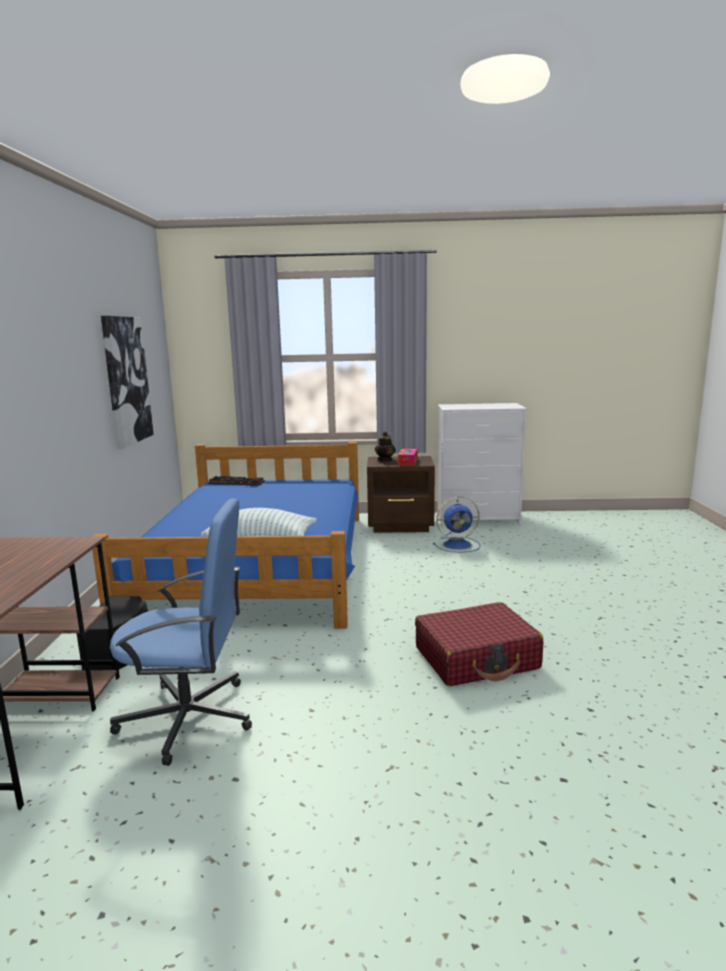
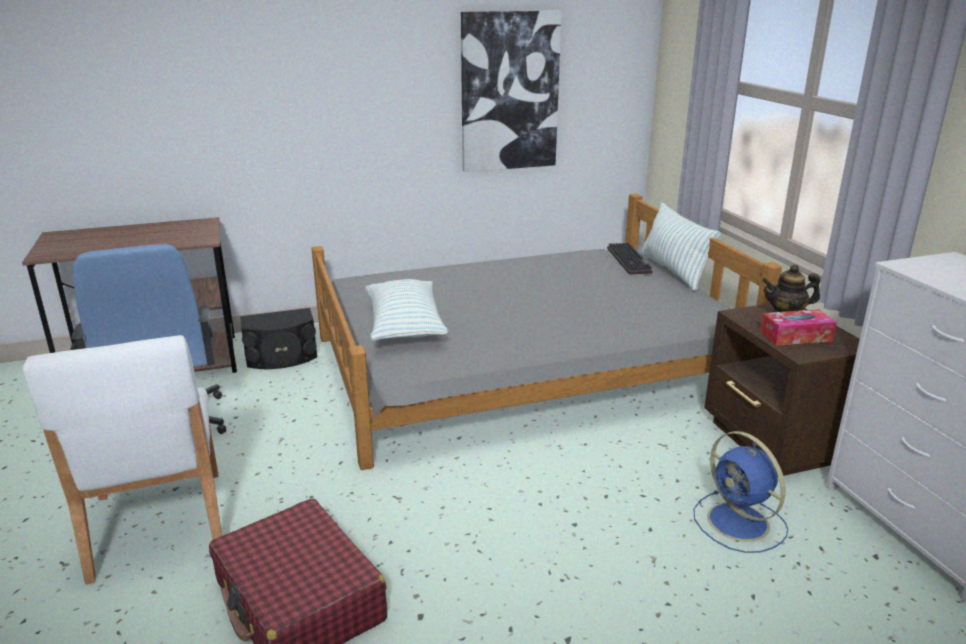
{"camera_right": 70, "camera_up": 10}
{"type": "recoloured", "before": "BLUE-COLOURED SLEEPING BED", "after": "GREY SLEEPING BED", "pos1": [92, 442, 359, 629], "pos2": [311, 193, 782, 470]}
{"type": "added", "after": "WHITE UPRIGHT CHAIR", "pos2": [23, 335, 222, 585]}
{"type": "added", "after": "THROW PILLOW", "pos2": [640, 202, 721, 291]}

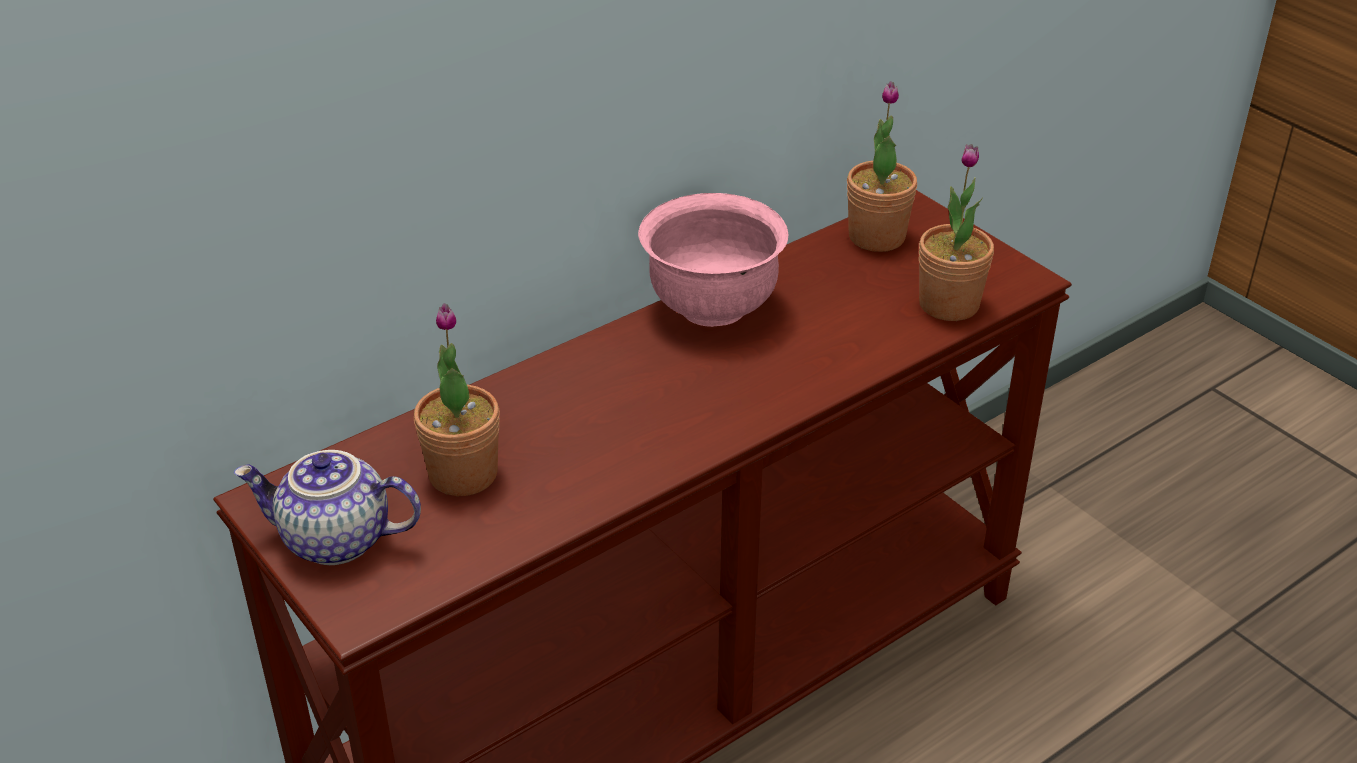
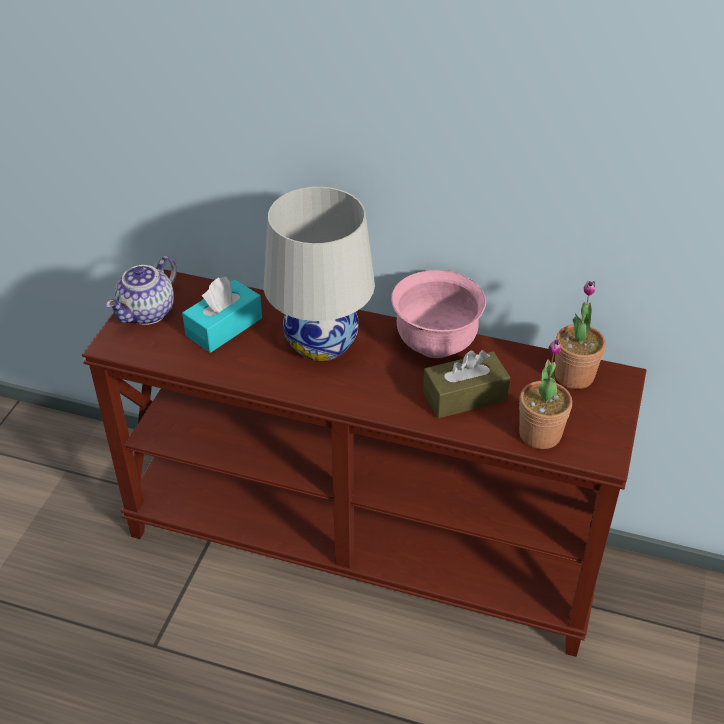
{"camera_right": 55, "camera_up": 5}
{"type": "turned", "before": "TEA POT", "pos1": [234, 450, 421, 565], "pos2": [106, 256, 177, 325], "turn": -120}
{"type": "replaced", "before": "POTTED PLANT", "after": "TURQUOISE-COLOURED TISSUE BOX", "pos1": [414, 303, 500, 496], "pos2": [182, 277, 262, 353]}
{"type": "added", "after": "WHITE TABLETOP LAMP", "pos2": [264, 187, 375, 361]}
{"type": "added", "after": "BROWN-COLOURED TISSUE BOX", "pos2": [423, 350, 510, 418]}

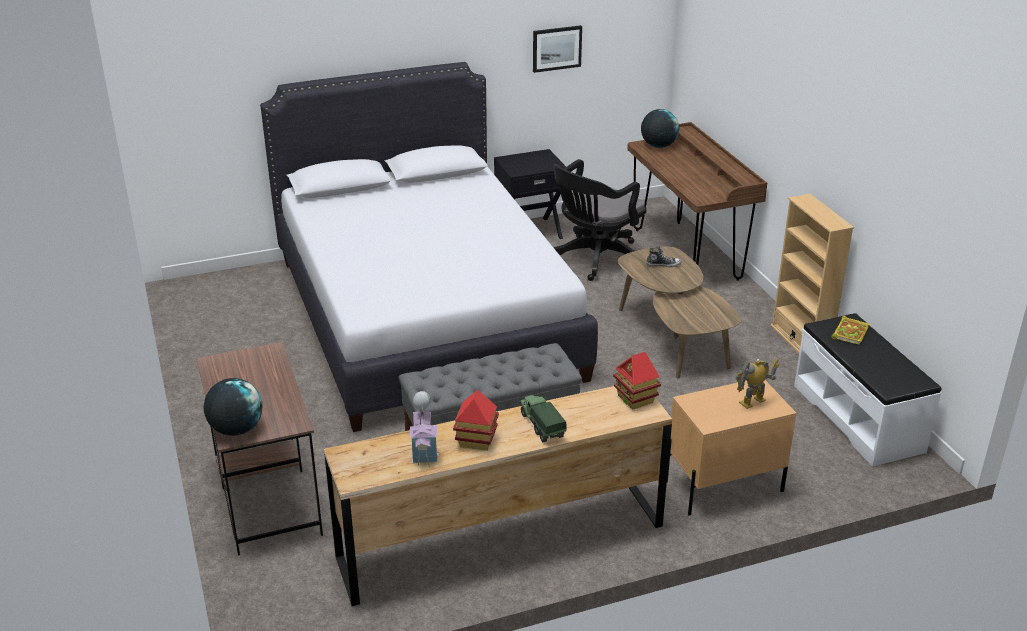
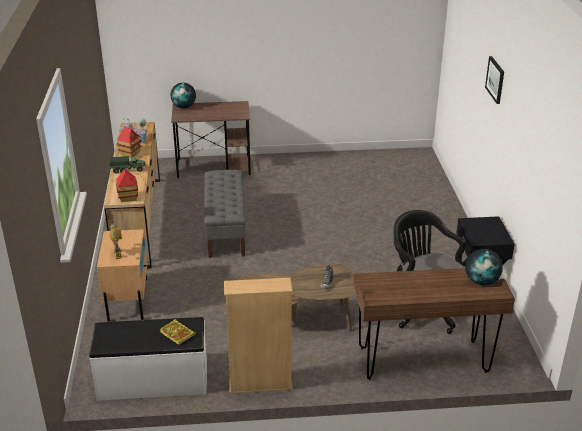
{"camera_right": 105, "camera_up": 0}
{"type": "removed", "before": "WHITE SLEEPING BED", "pos1": [260, 62, 598, 432]}
{"type": "moved", "before": "WALL ART", "pos1": [533, 25, 582, 73], "pos2": [485, 56, 504, 104]}

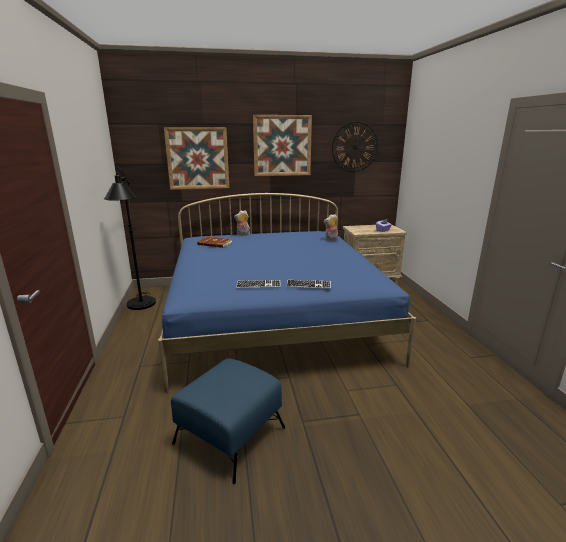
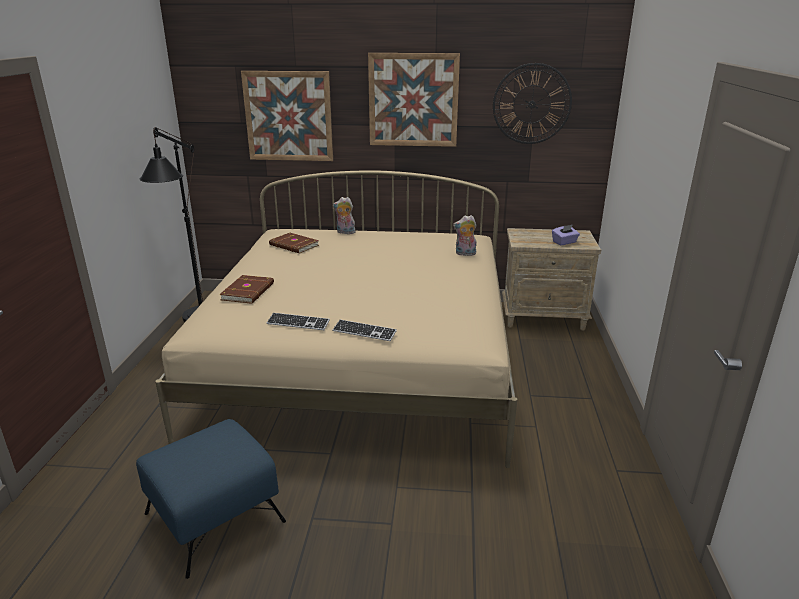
{"camera_right": 15, "camera_up": 5}
{"type": "recoloured", "before": "BLUE-COLOURED SLEEPING BED", "after": "BEIGE SLEEPING BED", "pos1": [158, 193, 416, 393], "pos2": [155, 170, 517, 468]}
{"type": "added", "after": "BROWN-COLOURED VOLUME", "pos2": [219, 275, 274, 304]}

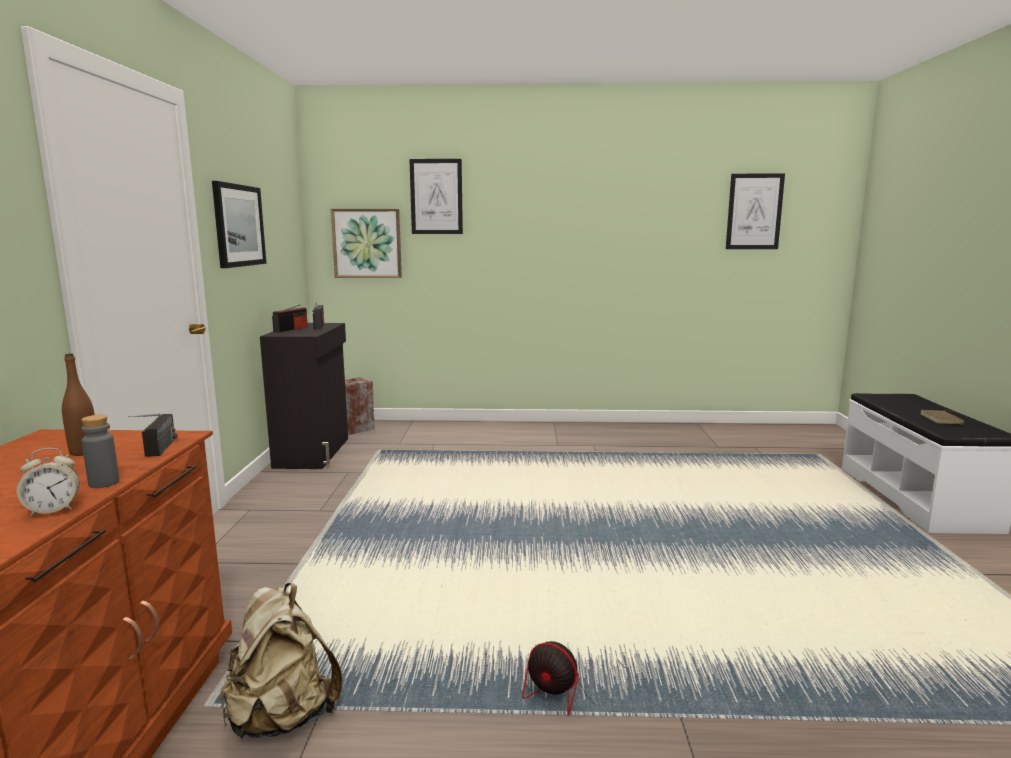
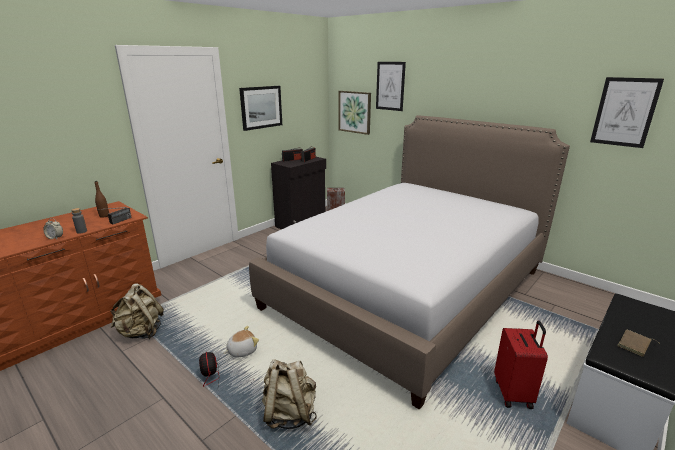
{"camera_right": 40, "camera_up": 10}
{"type": "added", "after": "CUDDLY TOY", "pos2": [224, 326, 259, 358]}
{"type": "added", "after": "SLEEPING BED", "pos2": [249, 115, 570, 410]}
{"type": "added", "after": "BEIGE RUCKSACK", "pos2": [262, 359, 317, 429]}
{"type": "added", "after": "RED TRAVEL CASE", "pos2": [494, 321, 548, 409]}

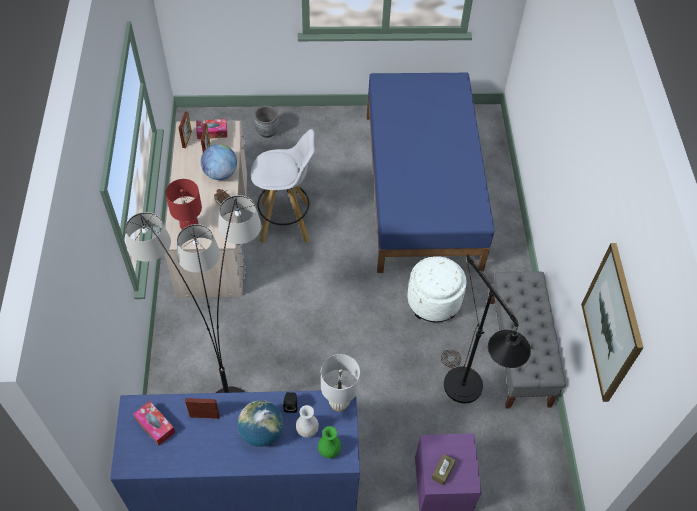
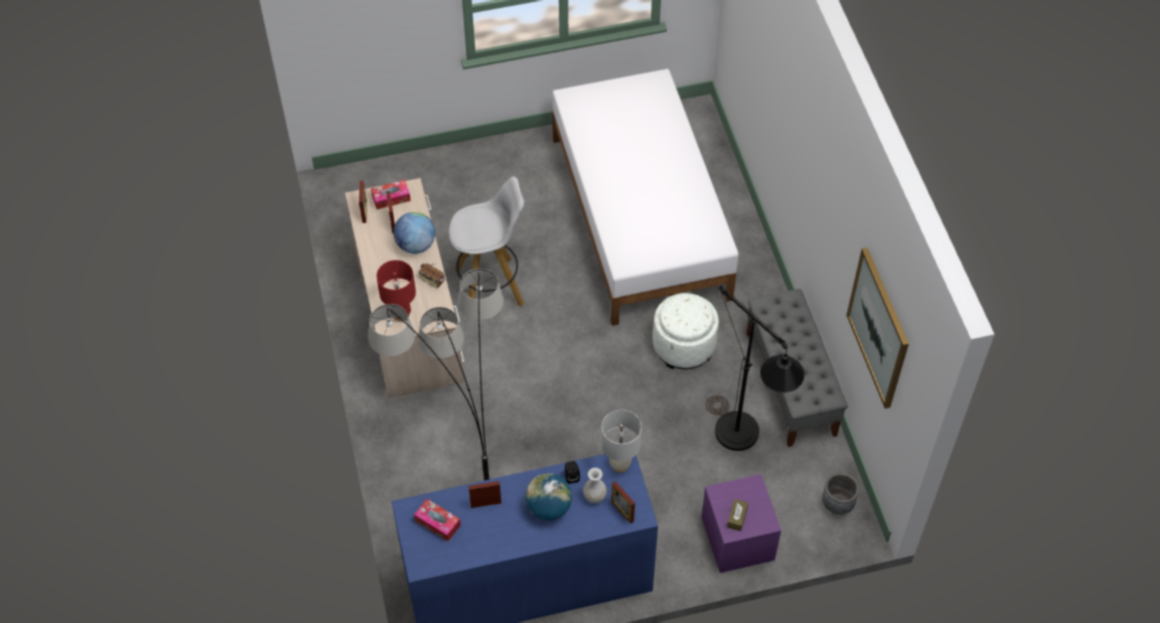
{"camera_right": -10, "camera_up": 0}
{"type": "moved", "before": "GREY PLANTER", "pos1": [254, 106, 279, 138], "pos2": [822, 473, 859, 515]}
{"type": "replaced", "before": "GREEN-COLOURED DECORATIVE VASE", "after": "PHOTO FRAME", "pos1": [318, 426, 341, 458], "pos2": [611, 481, 635, 523]}
{"type": "recoloured", "before": "BLUE-COLOURED SLEEPING BED", "after": "WHITE SLEEPING BED", "pos1": [367, 73, 495, 273], "pos2": [552, 69, 739, 326]}

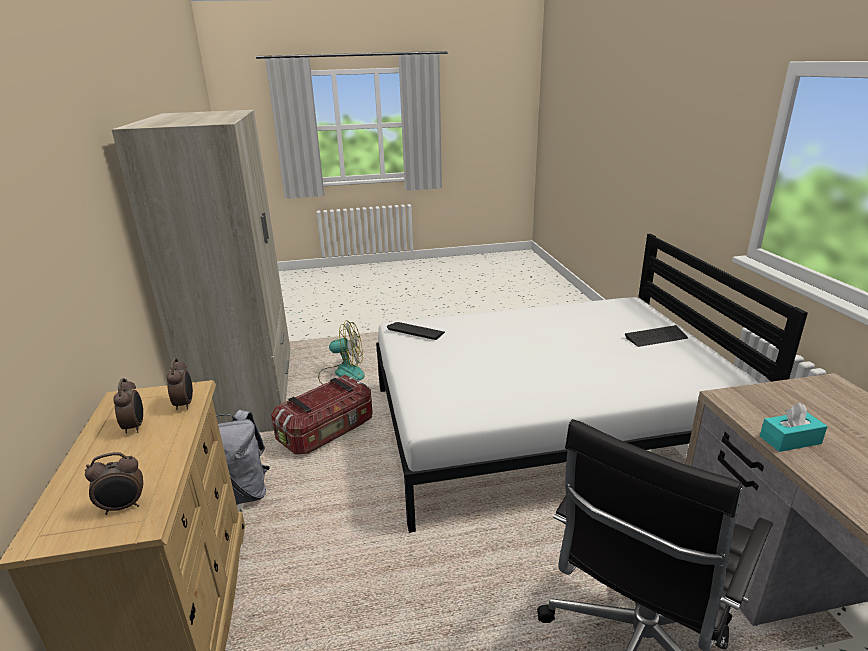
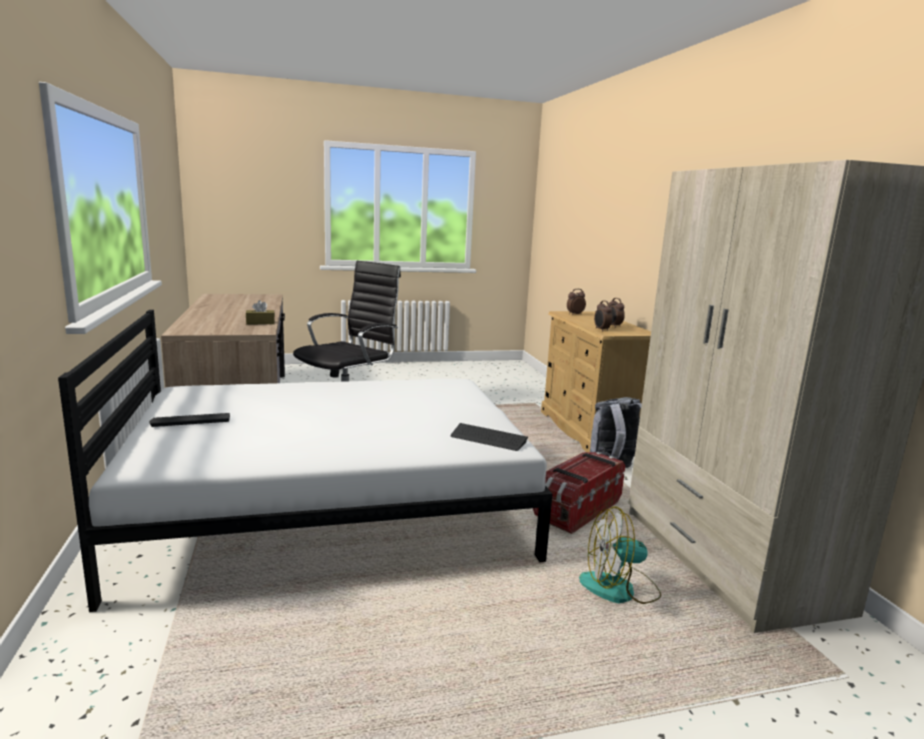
{"camera_right": 175, "camera_up": -10}
{"type": "recoloured", "before": "TURQUOISE-COLOURED TISSUE BOX", "after": "BROWN-COLOURED TISSUE BOX", "pos1": [760, 403, 828, 452], "pos2": [246, 300, 275, 324]}

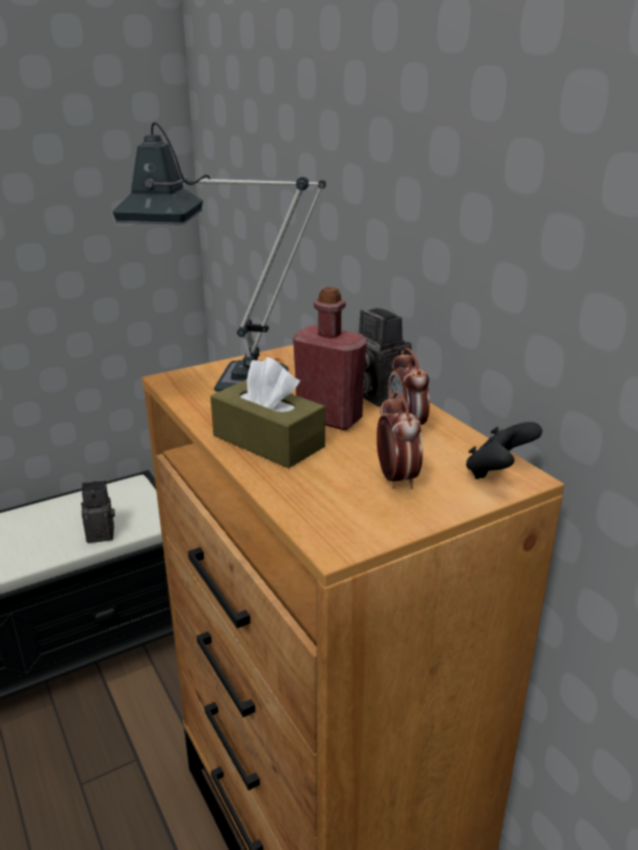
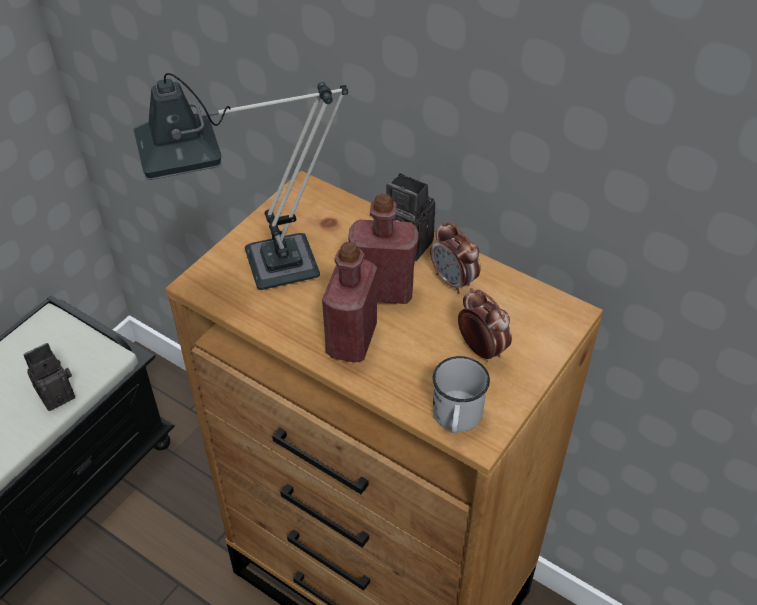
{"camera_right": -25, "camera_up": 20}
{"type": "replaced", "before": "BROWN-COLOURED TISSUE BOX", "after": "RED DRINK BOTTLE", "pos1": [210, 357, 325, 468], "pos2": [322, 242, 377, 363]}
{"type": "removed", "before": "BLACK-COLOURED JOYPAD", "pos1": [466, 422, 542, 479]}
{"type": "added", "after": "WHITE COFFEE MUG", "pos2": [433, 356, 490, 433]}

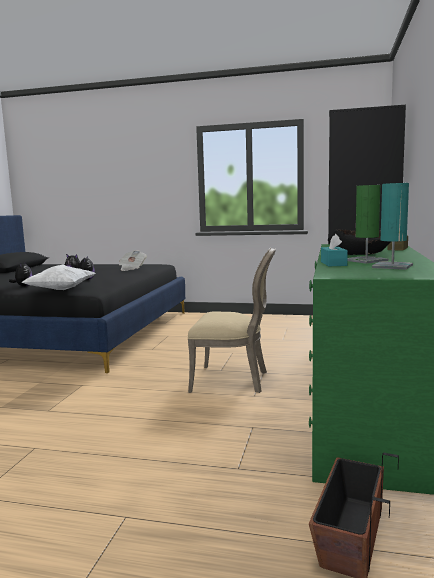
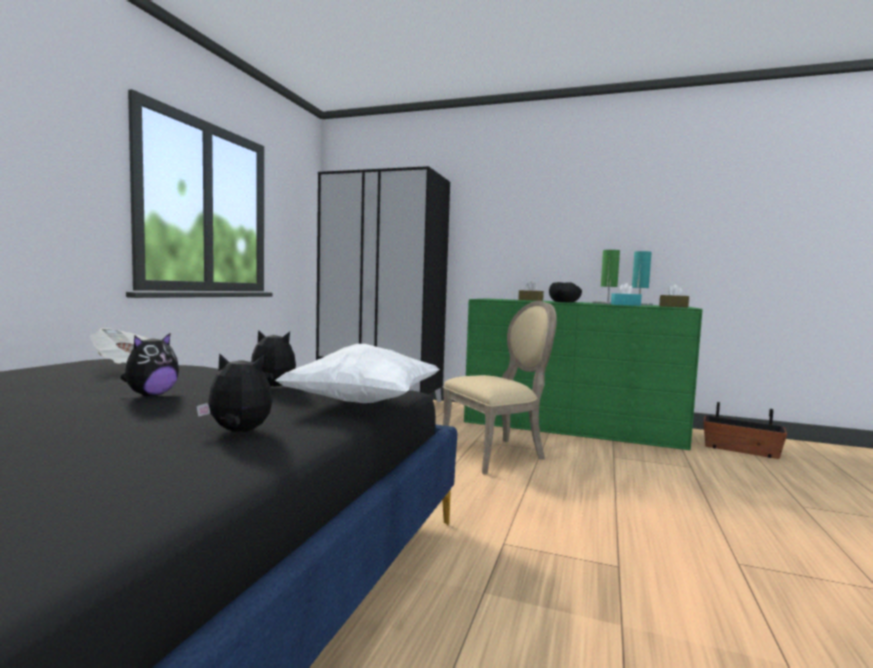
{"camera_right": -85, "camera_up": -5}
{"type": "turned", "before": "BEIGE UPRIGHT CHAIR", "pos1": [188, 247, 276, 393], "pos2": [443, 301, 557, 475], "turn": 45}
{"type": "added", "after": "BROWN-COLOURED TISSUE BOX", "pos2": [659, 284, 689, 308]}

